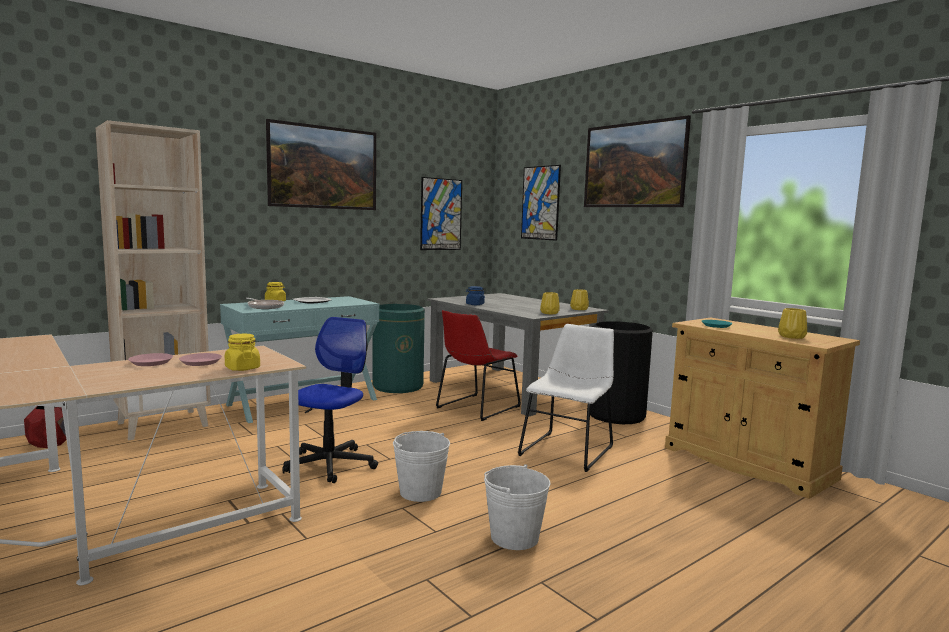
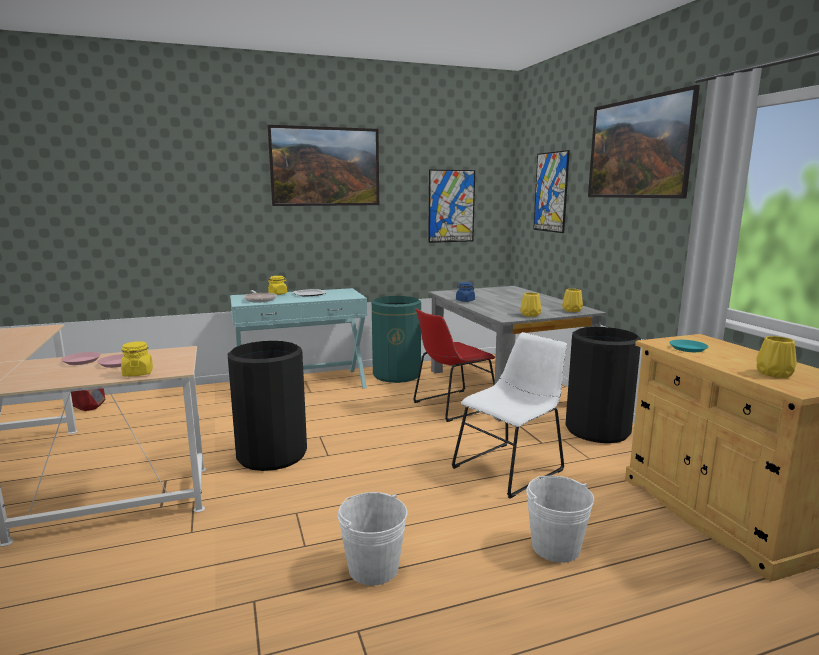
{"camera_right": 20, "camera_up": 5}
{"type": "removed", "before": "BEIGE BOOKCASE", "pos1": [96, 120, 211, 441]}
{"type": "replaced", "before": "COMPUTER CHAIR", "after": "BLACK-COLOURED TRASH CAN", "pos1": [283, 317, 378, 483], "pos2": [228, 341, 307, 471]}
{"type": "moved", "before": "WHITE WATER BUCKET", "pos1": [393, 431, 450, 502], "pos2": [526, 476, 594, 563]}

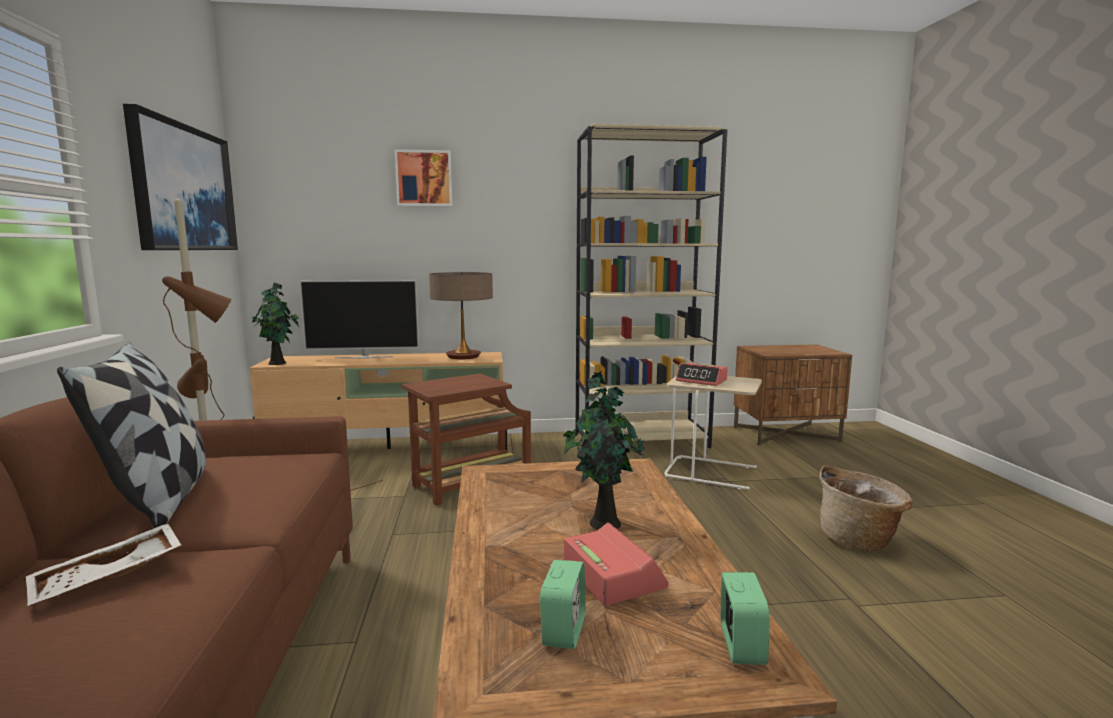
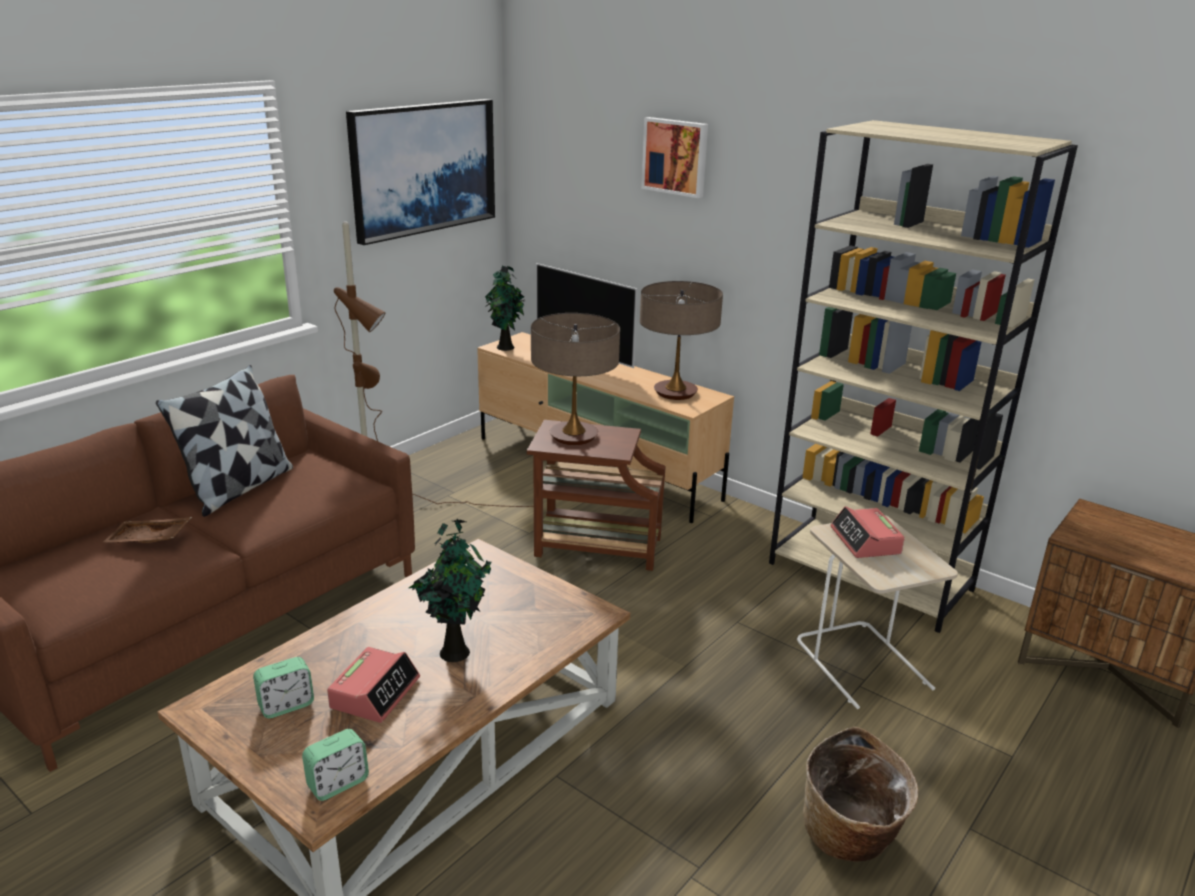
{"camera_right": 45, "camera_up": 15}
{"type": "recoloured", "before": "WHITE TRAY", "after": "BROWN-COLOURED TRAY", "pos1": [26, 523, 182, 606], "pos2": [102, 517, 192, 543]}
{"type": "added", "after": "TABLETOP LAMP", "pos2": [531, 313, 620, 445]}

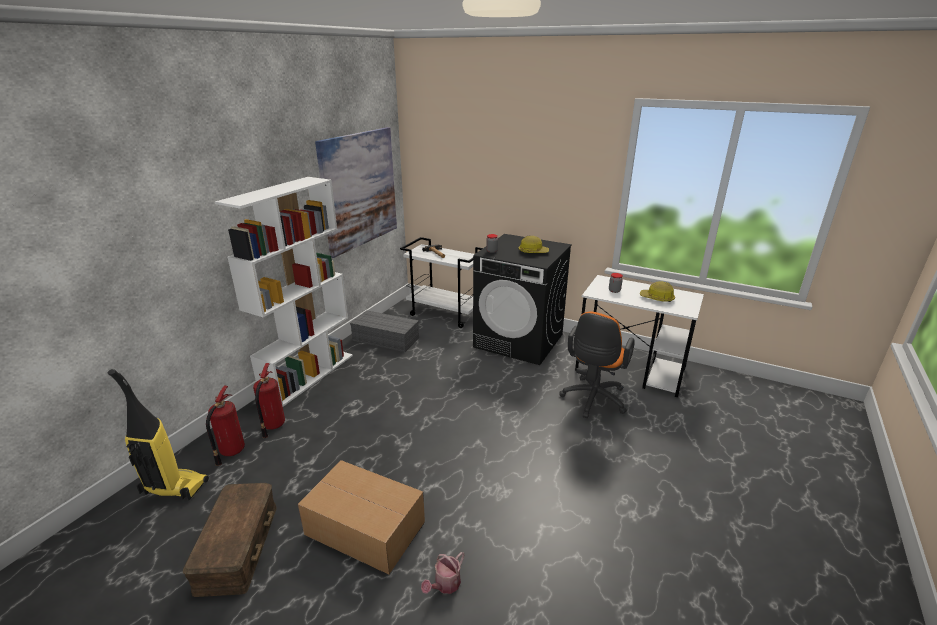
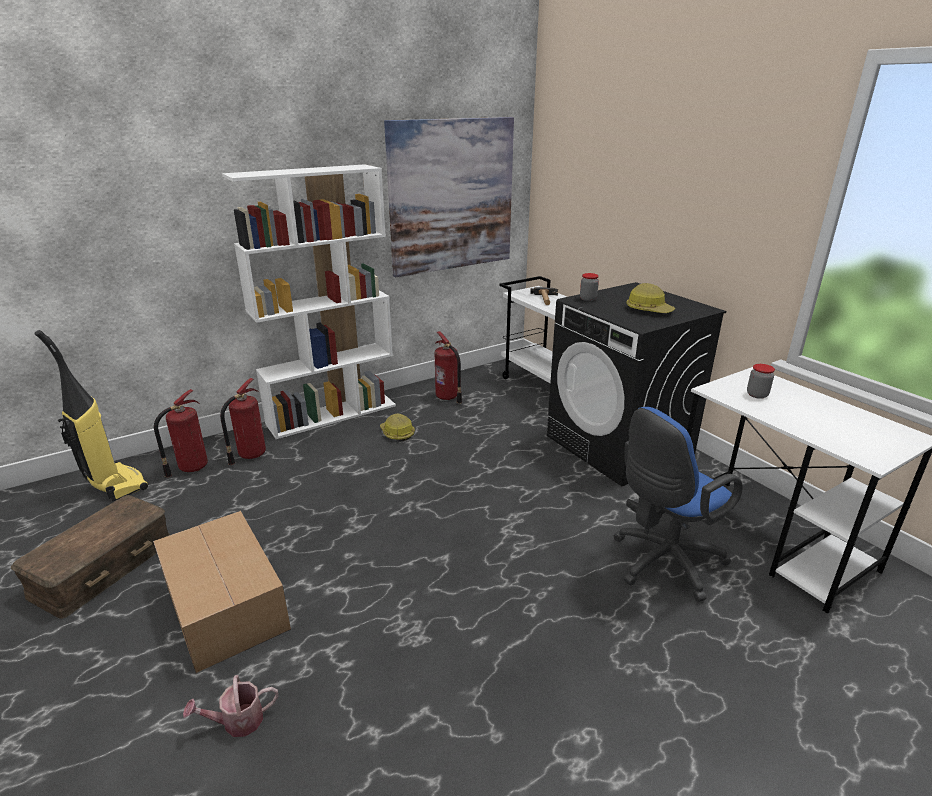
{"camera_right": 30, "camera_up": 0}
{"type": "replaced", "before": "GREY STORAGE BIN", "after": "FIRE EXTINGUISHER", "pos1": [350, 310, 419, 352], "pos2": [435, 331, 462, 404]}
{"type": "recoloured", "before": "ORANGEY COMPUTER CHAIR", "after": "BLUE-COLOURED COMPUTER CHAIR", "pos1": [559, 312, 635, 418], "pos2": [614, 407, 743, 602]}
{"type": "moved", "before": "SAFETY HELMET", "pos1": [640, 281, 675, 302], "pos2": [380, 414, 415, 441]}

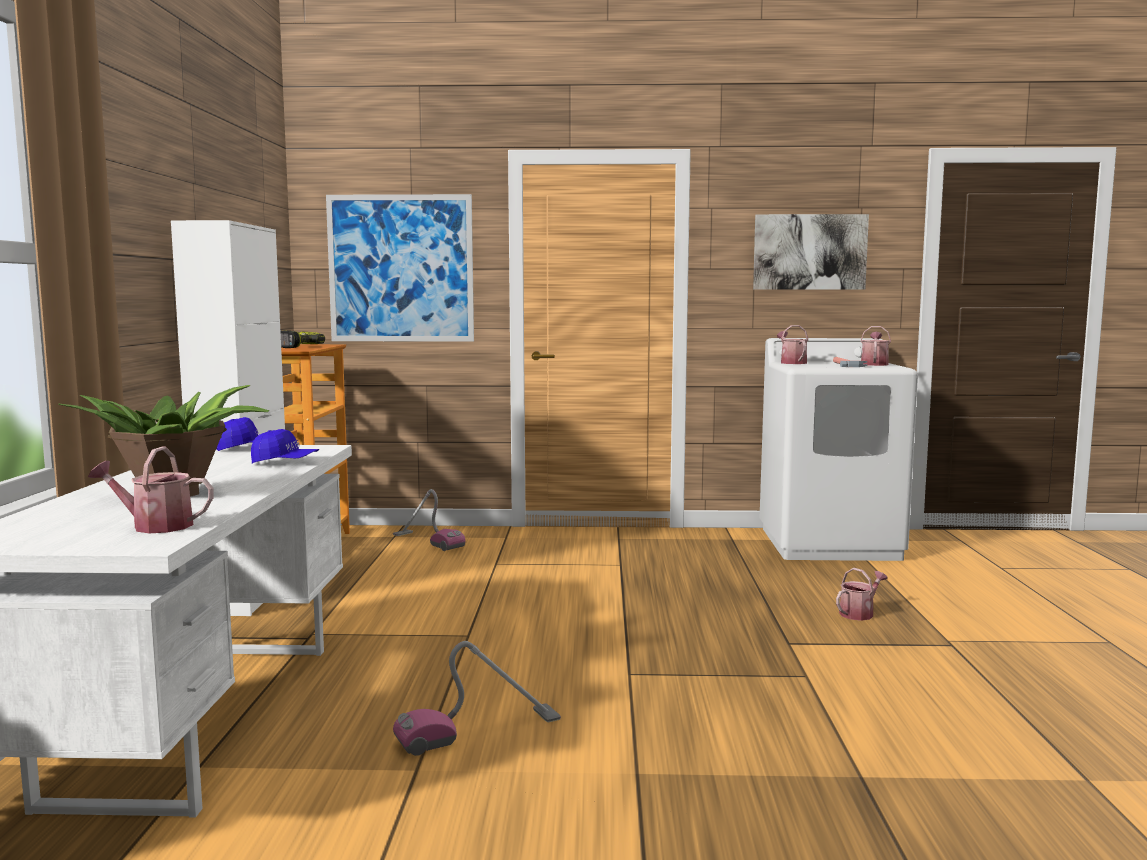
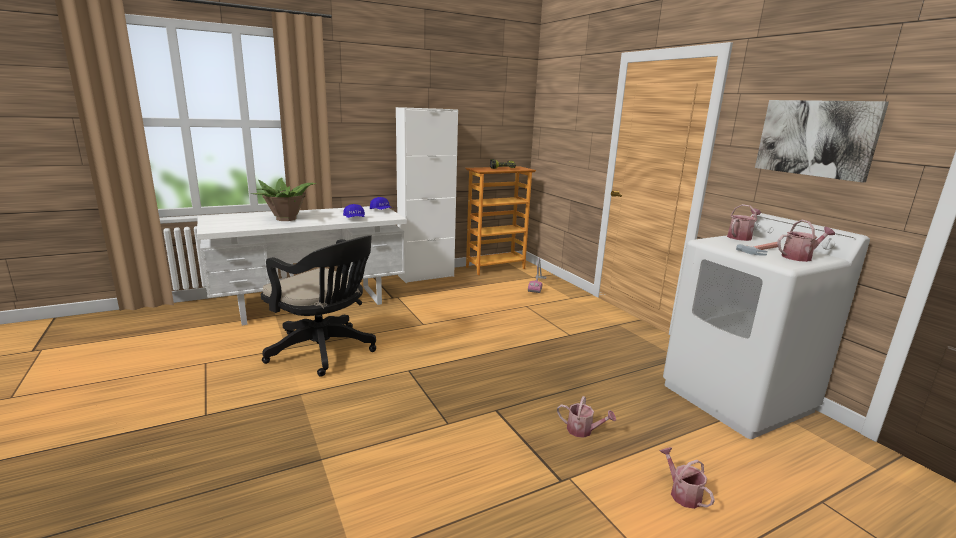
{"camera_right": 60, "camera_up": 10}
{"type": "moved", "before": "SPRINKLING CAN", "pos1": [88, 447, 214, 533], "pos2": [660, 447, 715, 509]}
{"type": "removed", "before": "WALL ART", "pos1": [326, 194, 474, 342]}
{"type": "replaced", "before": "HOOVER", "after": "BLACK-COLOURED COMPUTER CHAIR", "pos1": [393, 641, 561, 756], "pos2": [261, 236, 376, 377]}

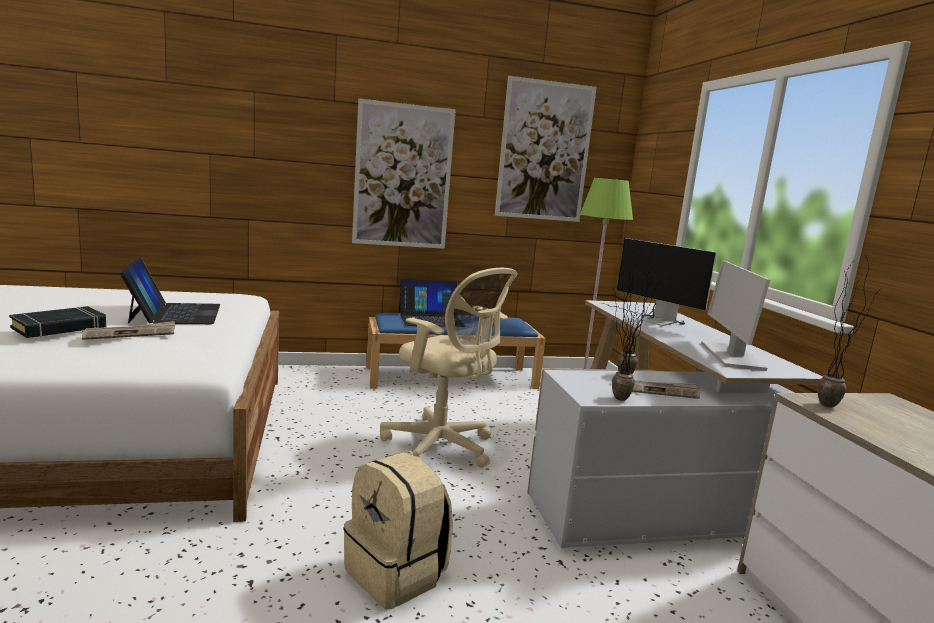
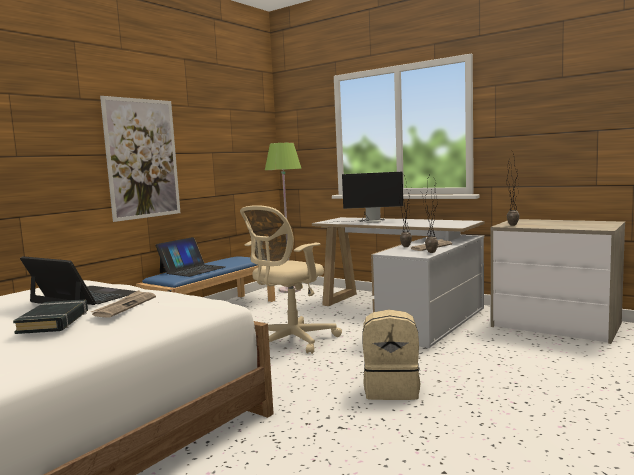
{"camera_right": -40, "camera_up": -5}
{"type": "turned", "before": "BEIGE COMPUTER CHAIR", "pos1": [380, 268, 517, 468], "pos2": [240, 205, 342, 354], "turn": 135}
{"type": "removed", "before": "WALL ART", "pos1": [495, 76, 597, 222]}
{"type": "removed", "before": "COMPUTER SCREEN", "pos1": [701, 260, 770, 371]}

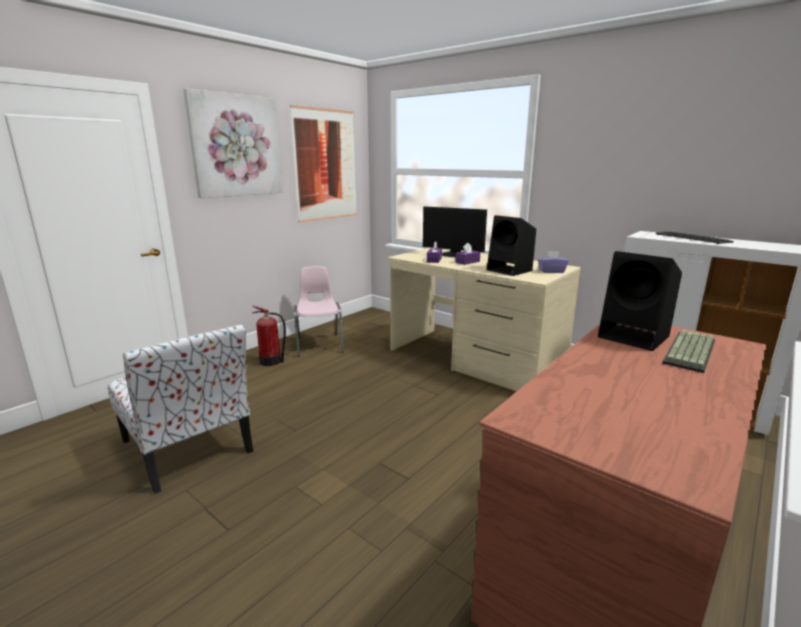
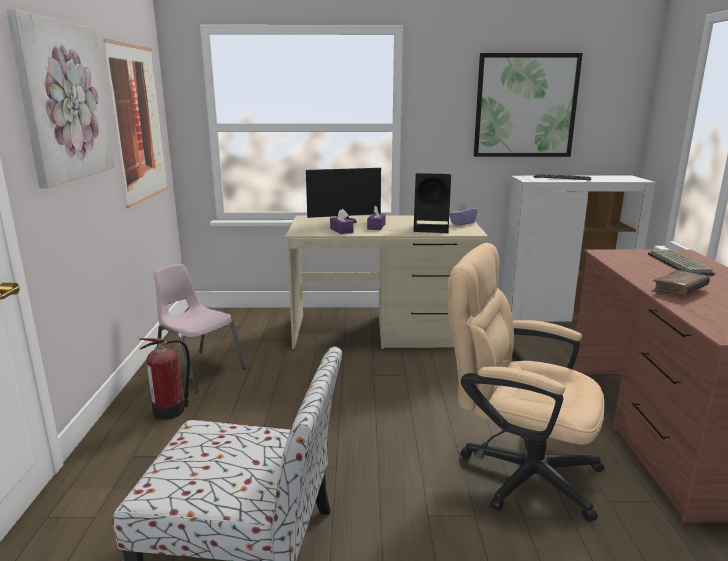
{"camera_right": -40, "camera_up": 0}
{"type": "removed", "before": "BLACK-COLOURED AUDIO SPEAKER", "pos1": [598, 251, 682, 351]}
{"type": "added", "after": "BEIGE COMPUTER CHAIR", "pos2": [448, 243, 604, 522]}
{"type": "added", "after": "WALL ART", "pos2": [474, 53, 583, 157]}
{"type": "added", "after": "BROWN-COLOURED VOLUME", "pos2": [651, 270, 710, 296]}

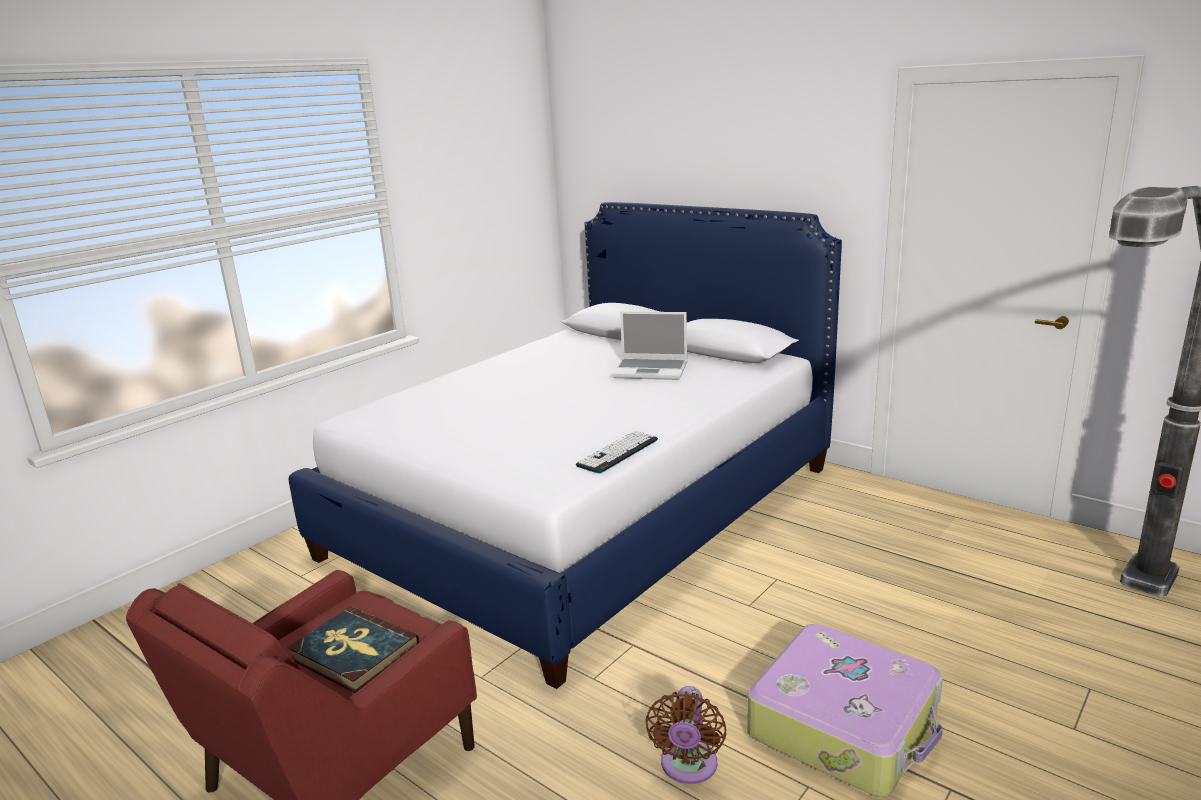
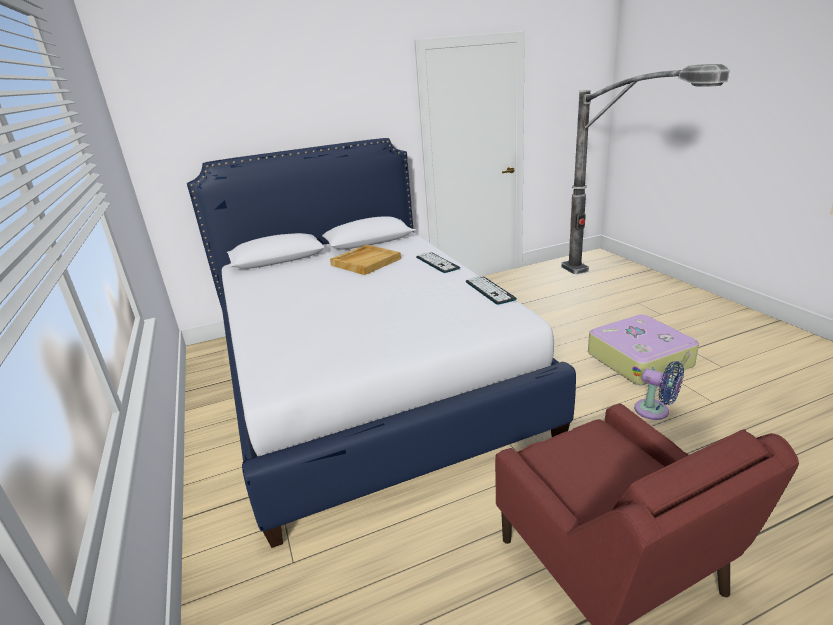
{"camera_right": -60, "camera_up": 5}
{"type": "removed", "before": "VOLUME", "pos1": [287, 606, 419, 693]}
{"type": "replaced", "before": "PORTABLE COMPUTER", "after": "BEIGE TRAY", "pos1": [612, 311, 687, 380], "pos2": [330, 245, 401, 275]}
{"type": "recoloured", "before": "BROWN-COLOURED FAN", "after": "BLUE-COLOURED FAN", "pos1": [645, 686, 726, 784], "pos2": [634, 361, 684, 420]}
{"type": "added", "after": "KEYBOARD", "pos2": [416, 252, 460, 273]}

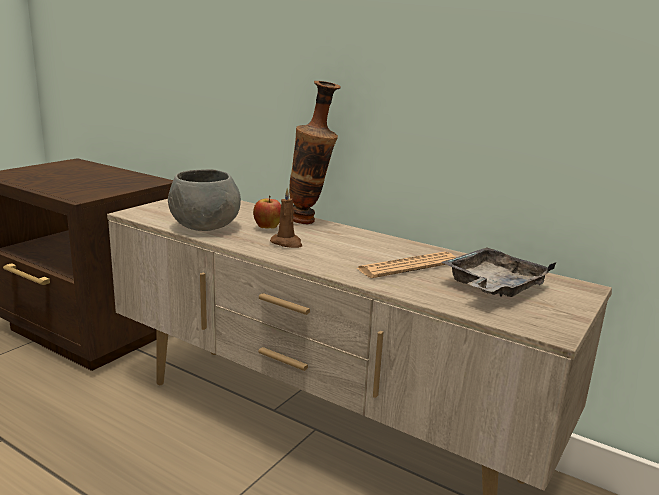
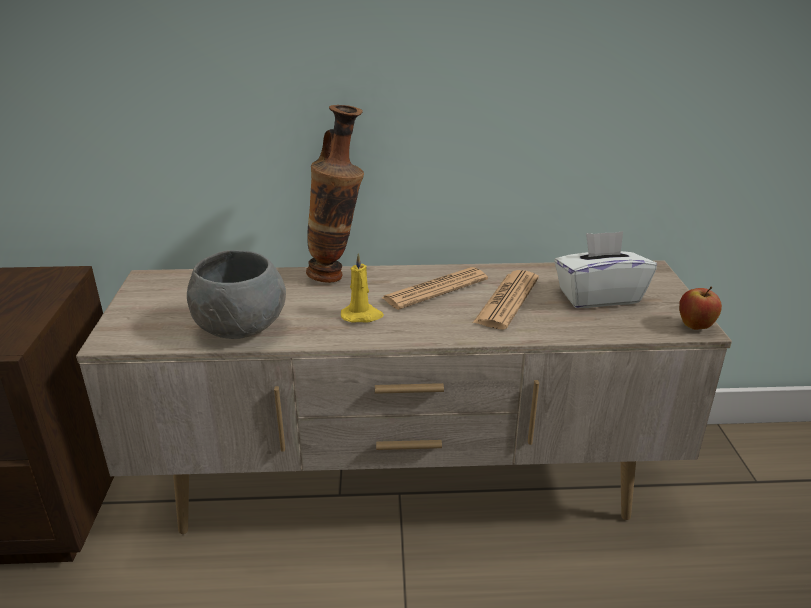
{"camera_right": -35, "camera_up": 10}
{"type": "moved", "before": "APPLE FRUIT", "pos1": [253, 195, 281, 229], "pos2": [679, 287, 722, 330]}
{"type": "recoloured", "before": "BROWN-COLOURED WAX LIGHT", "after": "YELLOW WAX LIGHT", "pos1": [270, 187, 302, 248], "pos2": [341, 253, 384, 323]}
{"type": "replaced", "before": "GREY TRAY", "after": "WHITE TISSUE BOX", "pos1": [441, 247, 556, 297], "pos2": [554, 231, 657, 308]}
{"type": "added", "after": "DAILY PAPER", "pos2": [381, 267, 488, 310]}

